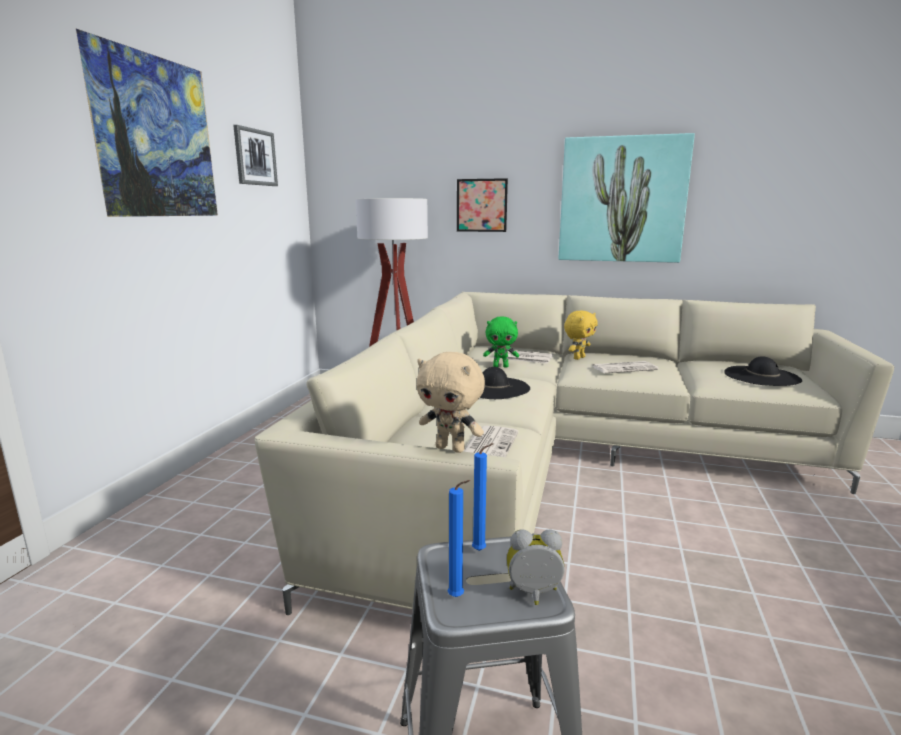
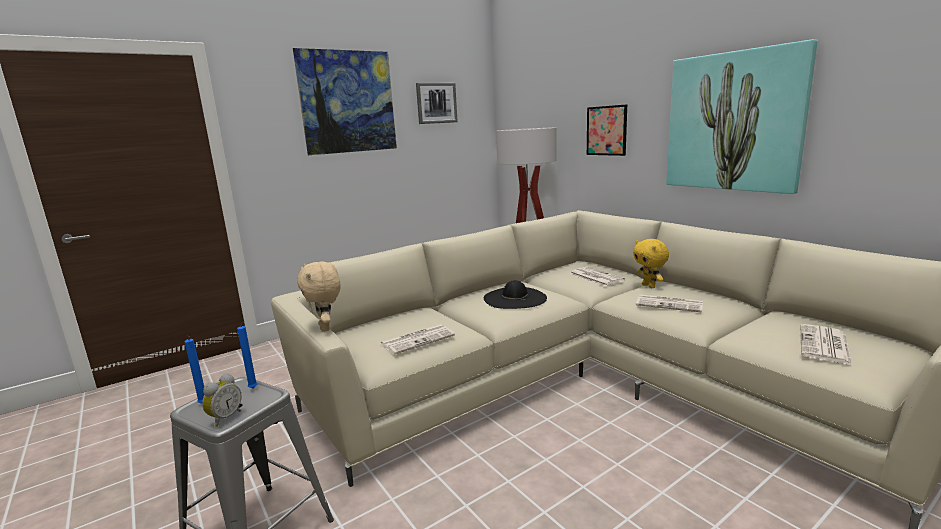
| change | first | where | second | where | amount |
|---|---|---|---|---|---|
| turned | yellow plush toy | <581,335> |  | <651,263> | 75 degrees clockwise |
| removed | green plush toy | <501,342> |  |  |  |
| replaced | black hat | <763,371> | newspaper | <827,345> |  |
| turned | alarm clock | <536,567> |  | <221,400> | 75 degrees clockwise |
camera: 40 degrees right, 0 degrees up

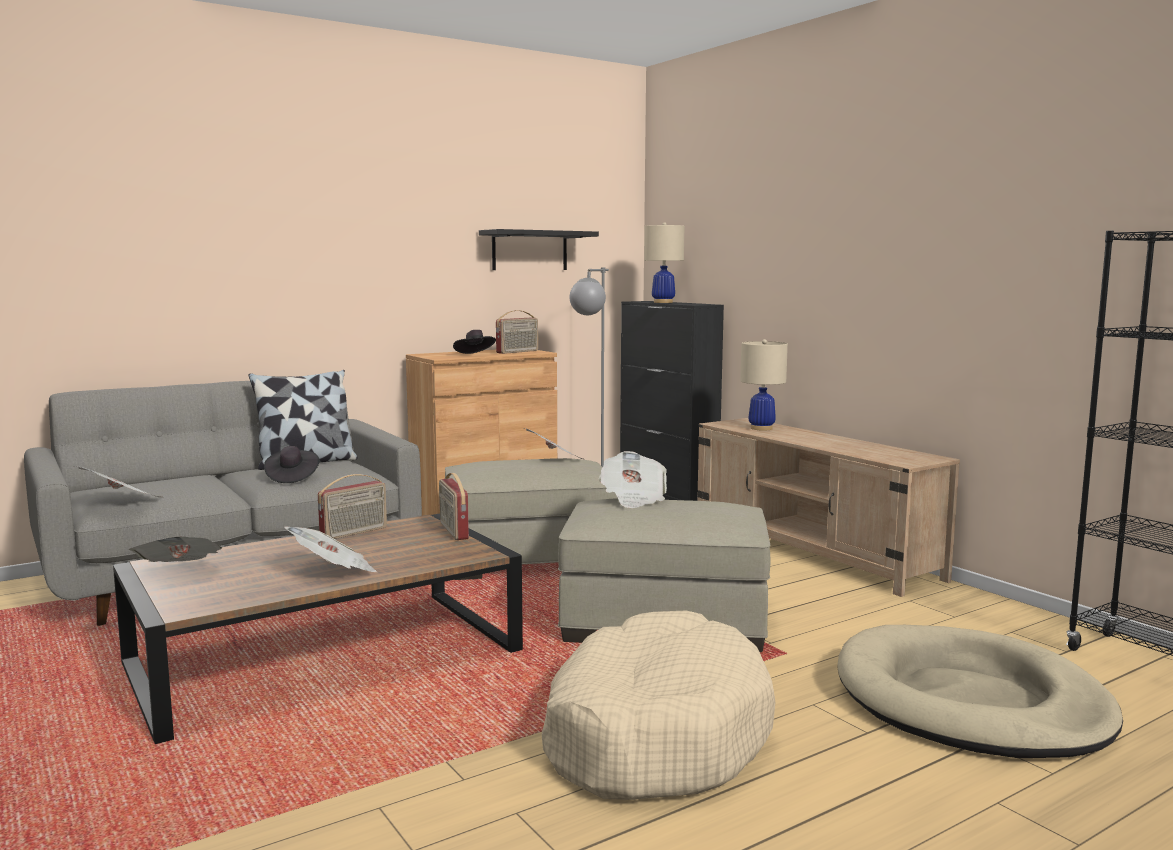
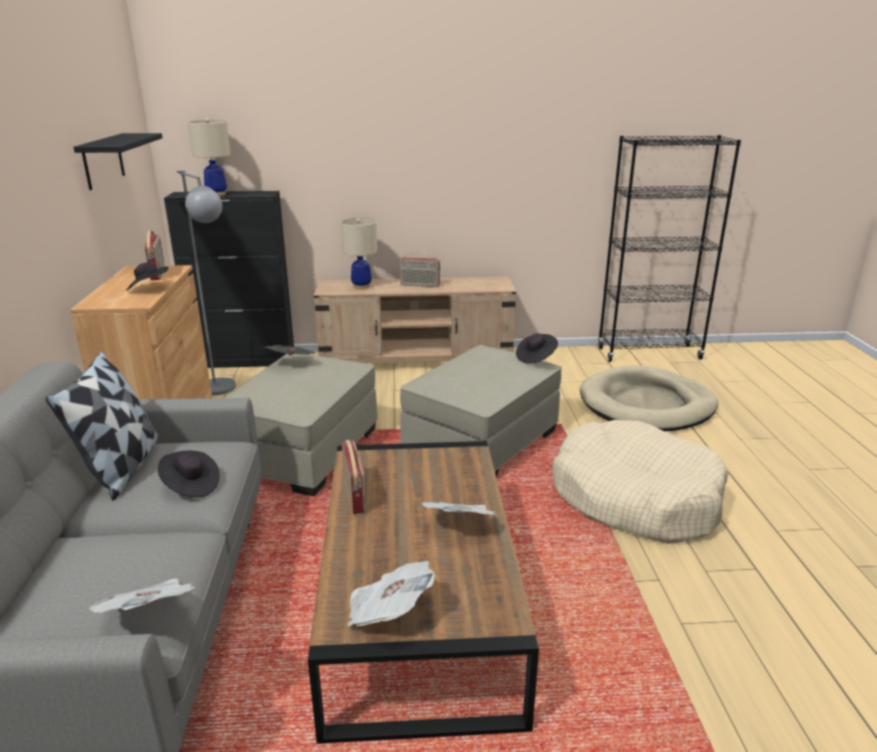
| change | first | where | second | where | amount |
|---|---|---|---|---|---|
| removed | newspaper | <633,479> |  |  |  |
| moved | radio | <454,506> |  | <420,269> |  |
| added |  |  | black hat | <537,348> |  |
camera: 60 degrees left, 15 degrees up

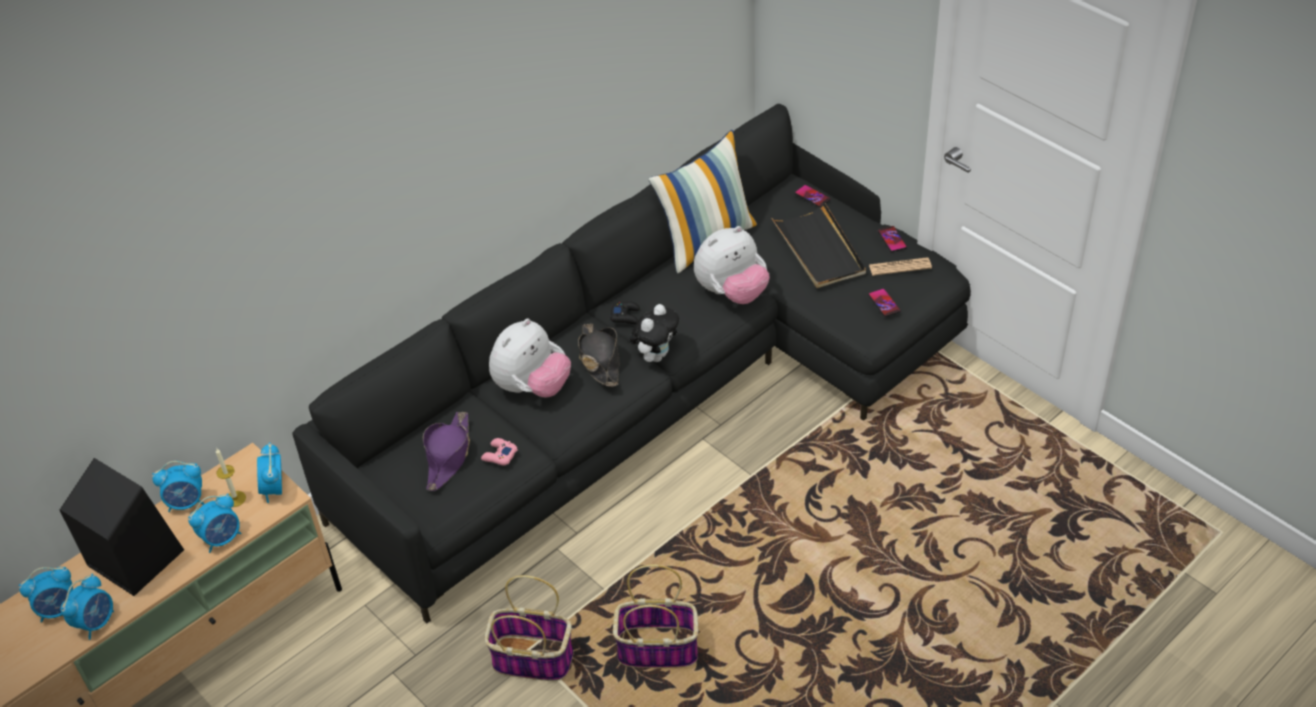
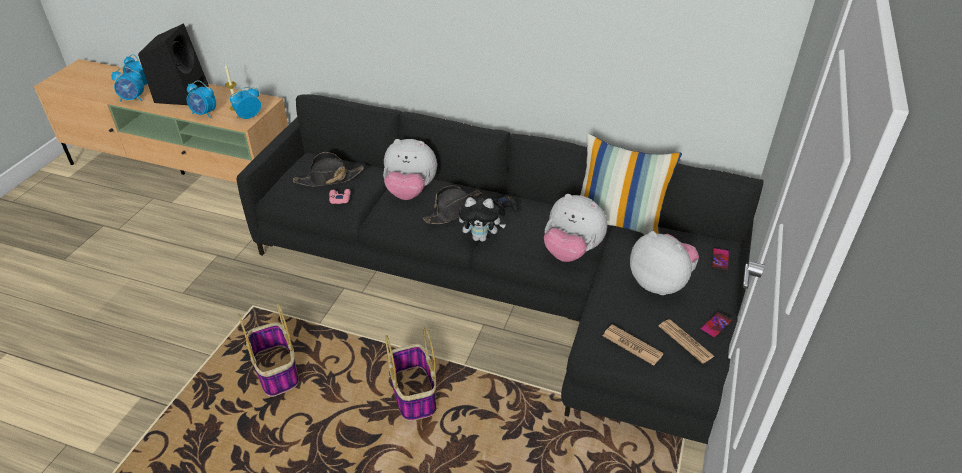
| change | first | where | second | where | amount |
|---|---|---|---|---|---|
| replaced | black tray | <818,245> | plush toy | <664,263> |  |
| replaced | phone | <884,302> | newspaper | <633,344> |  |
| recoloured | purple hat | <446,451> | black hat | <328,169> |  |
| removed | alarm clock | <178,486> |  |  |  |
| moved | basket | <529,628> |  | <410,374> |  |
camera: 60 degrees right, 5 degrees down

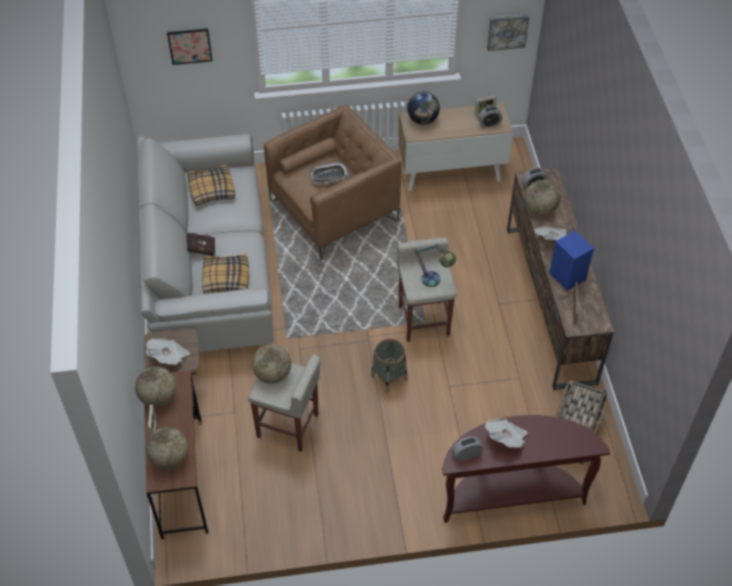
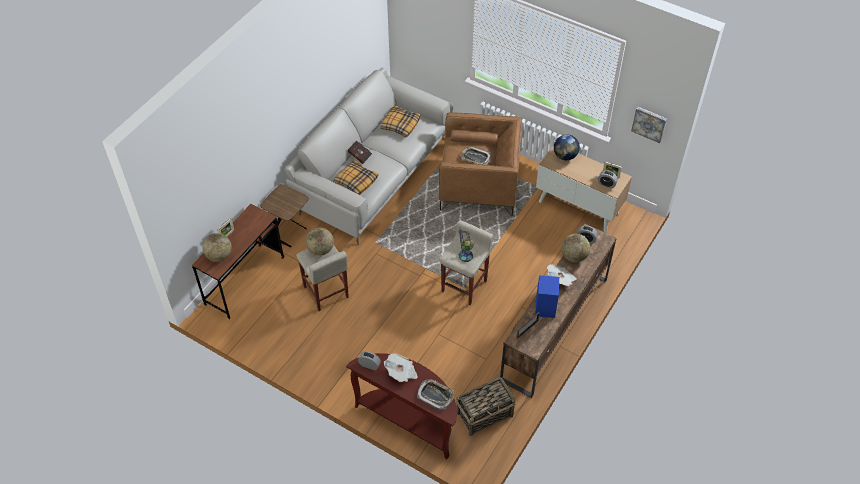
| change | first | where | second | where | amount |
|---|---|---|---|---|---|
| removed | picture | <190,46> |  |  |  |
| removed | newspaper | <167,351> |  |  |  |
| removed | basket | <389,366> |  |  |  |
| removed | globe | <155,386> |  |  |  |
| added |  |  | tray | <435,394> |  |
camera: 40 degrees right, 0 degrees up

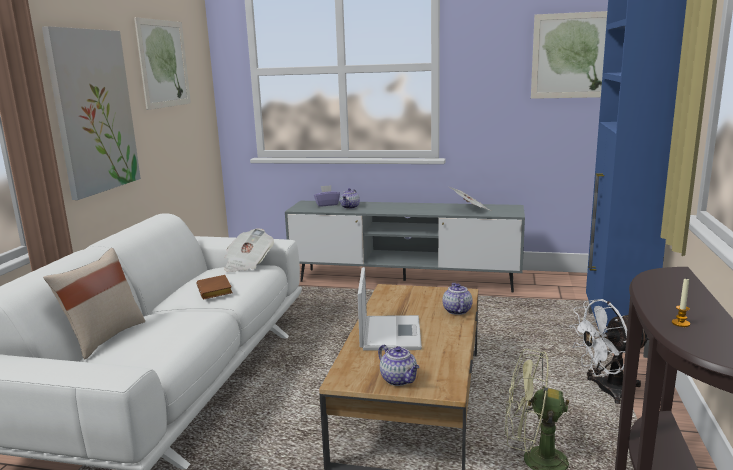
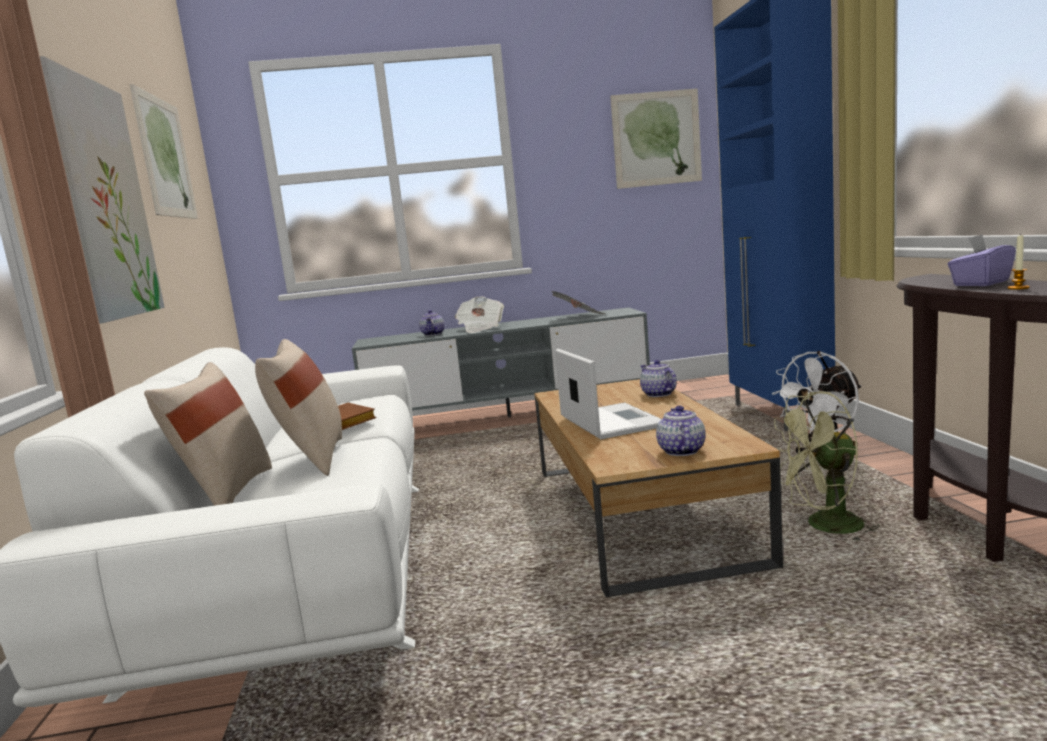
| change | first | where | second | where | amount |
|---|---|---|---|---|---|
| moved | purple tissue box | <327,196> |  | <982,260> |  |
| moved | newspaper | <249,250> |  | <479,315> |  |
| turned | teapot | <398,365> |  | <681,431> | 120 degrees counterclockwise |
| added |  |  | beige pillow | <298,407> |  |
camera: 20 degrees left, 5 degrees down

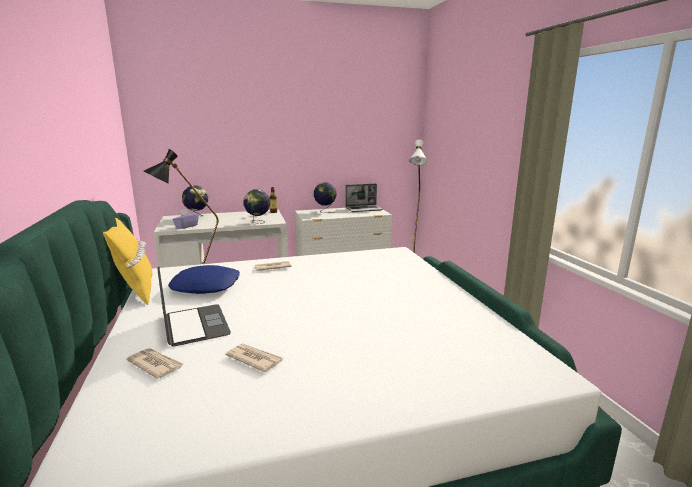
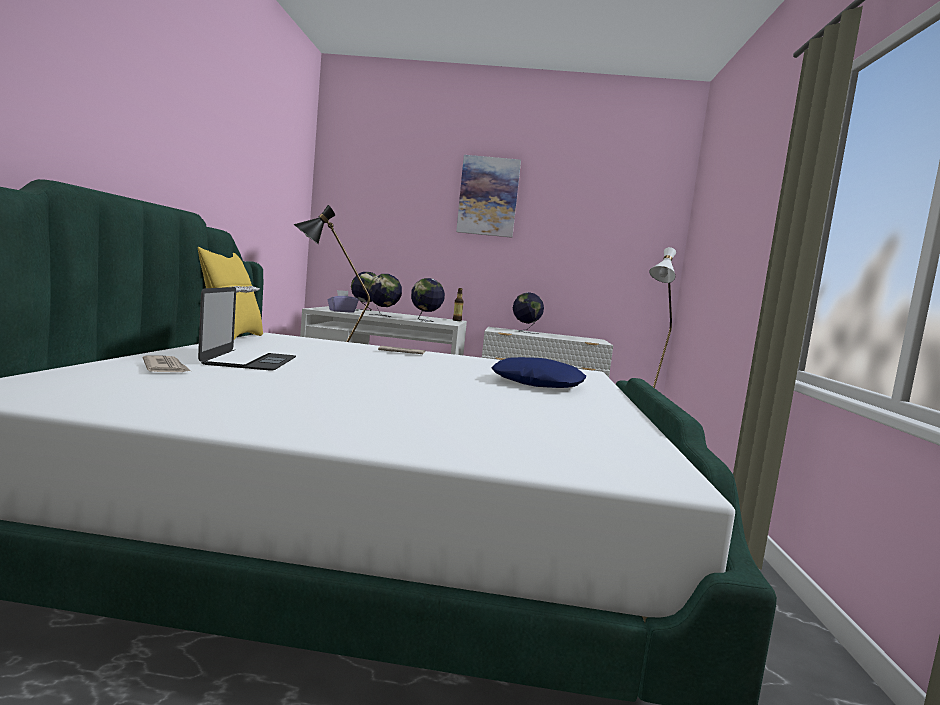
| change | first | where | second | where | amount |
|---|---|---|---|---|---|
| removed | laptop | <364,198> |  |  |  |
| moved | blue pillow | <204,279> |  | <538,372> |  |
| removed | newspaper | <254,358> |  |  |  |
| added |  |  | picture | <488,196> |  |
| added |  |  | globe | <385,295> |  |
camera: 20 degrees right, 10 degrees down

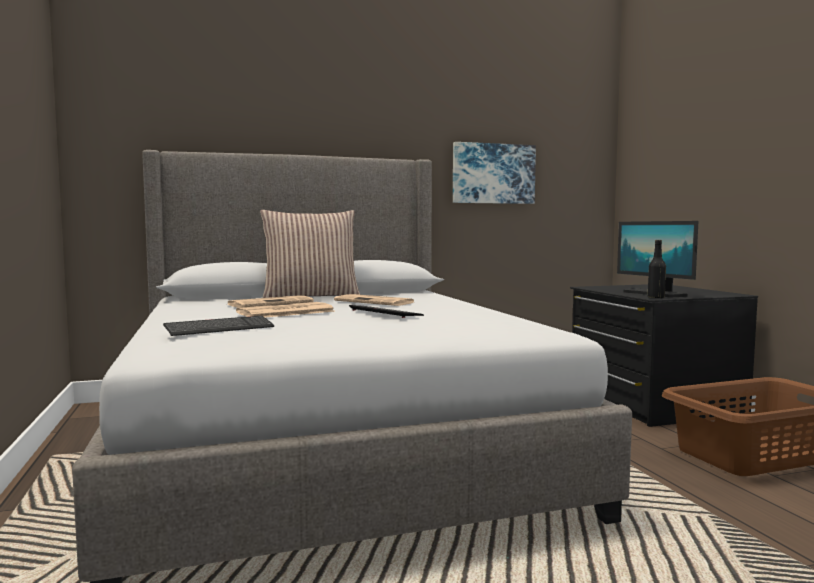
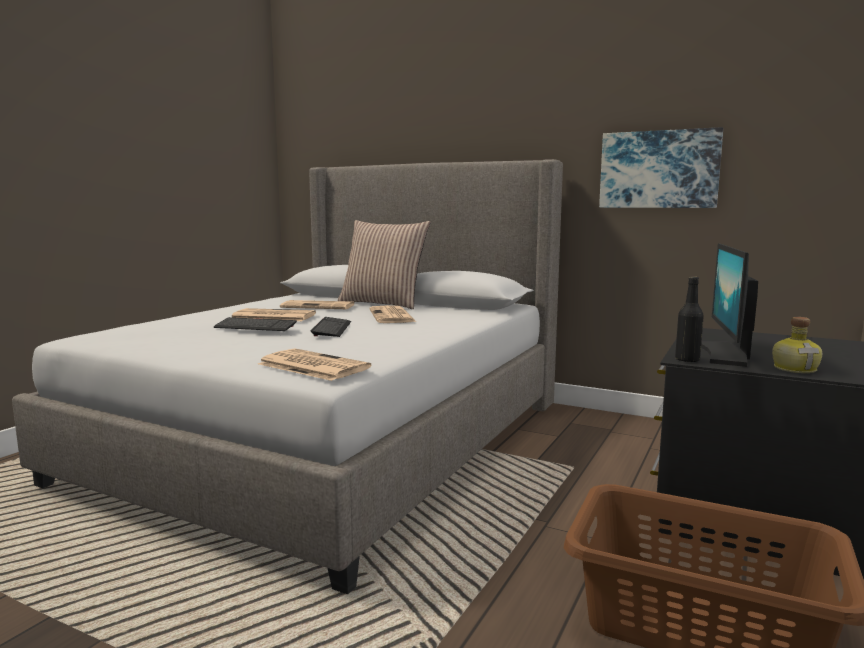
| change | first | where | second | where | amount |
|---|---|---|---|---|---|
| moved | keyboard | <218,326> |  | <255,324> |  |
| added |  |  | bottle | <797,345> |  |
| added |  |  | newspaper | <314,364> |  |
camera: 45 degrees right, 5 degrees up

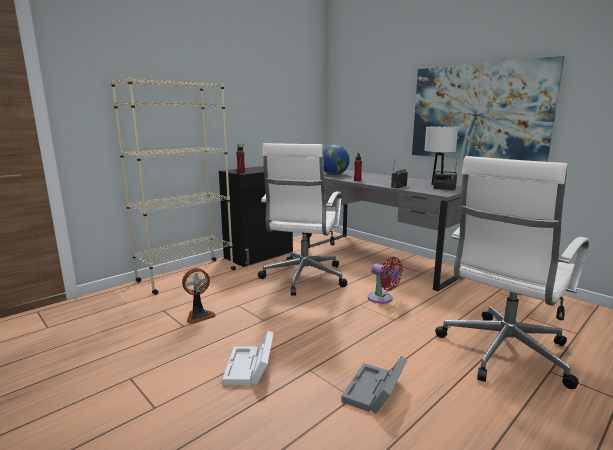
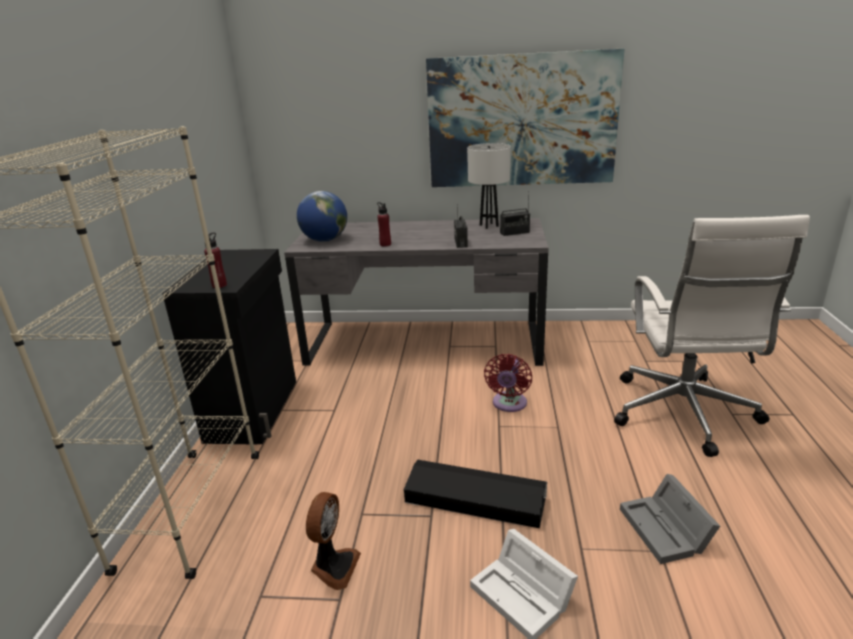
| change | first | where | second | where | amount |
|---|---|---|---|---|---|
| removed | white office chair | <302,219> |  |  |  |
| turned | red fan | <385,280> |  | <508,383> | 105 degrees clockwise |
| added |  |  | black storage box | <475,493> |  |
camera: 40 degrees left, 10 degrees up

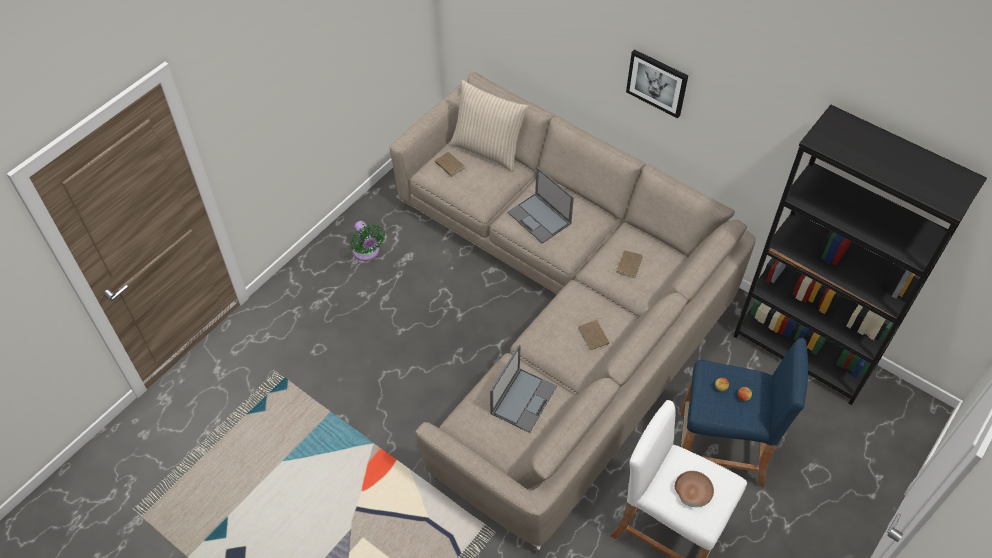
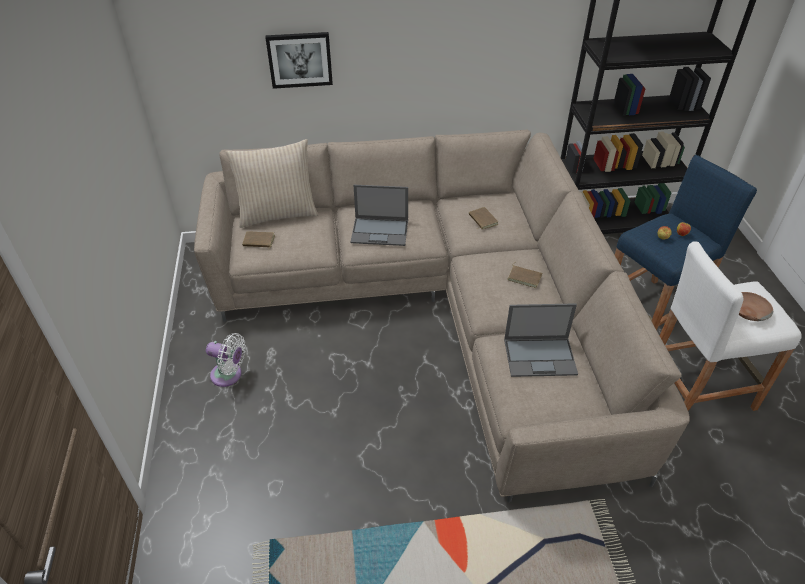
| change | first | where | second | where | amount |
|---|---|---|---|---|---|
| moved | picture | <657,83> |  | <299,60> |  |
| recoloured | green fan | <367,241> | white fan | <226,360> |  |
| turned | laptop | <523,389> |  | <541,340> | 105 degrees clockwise |
camera: 45 degrees left, 10 degrees down

